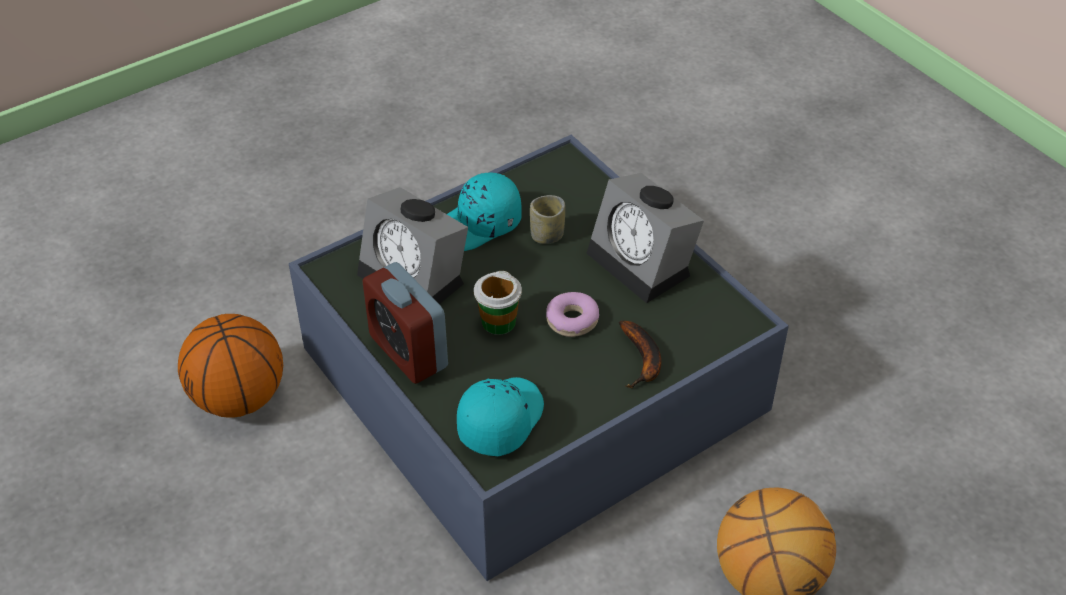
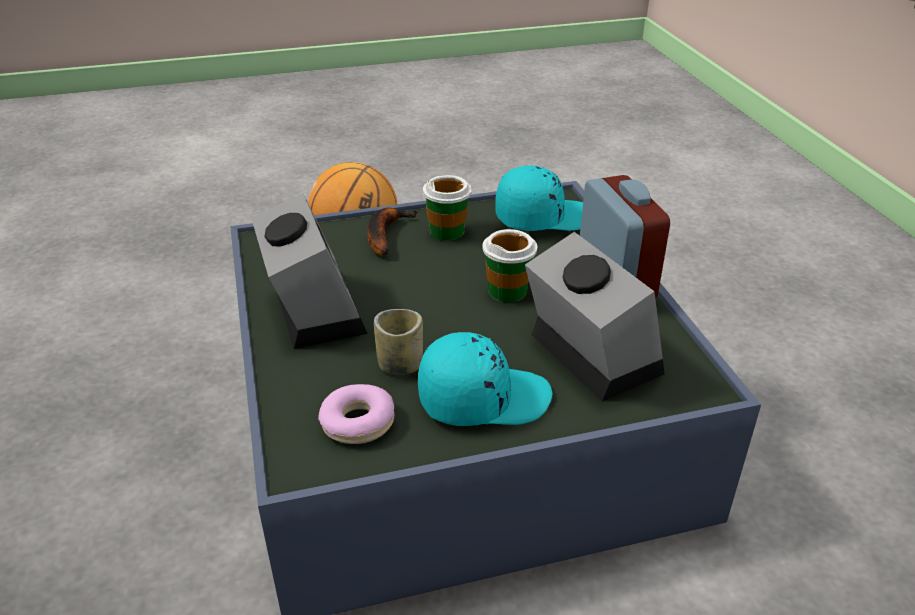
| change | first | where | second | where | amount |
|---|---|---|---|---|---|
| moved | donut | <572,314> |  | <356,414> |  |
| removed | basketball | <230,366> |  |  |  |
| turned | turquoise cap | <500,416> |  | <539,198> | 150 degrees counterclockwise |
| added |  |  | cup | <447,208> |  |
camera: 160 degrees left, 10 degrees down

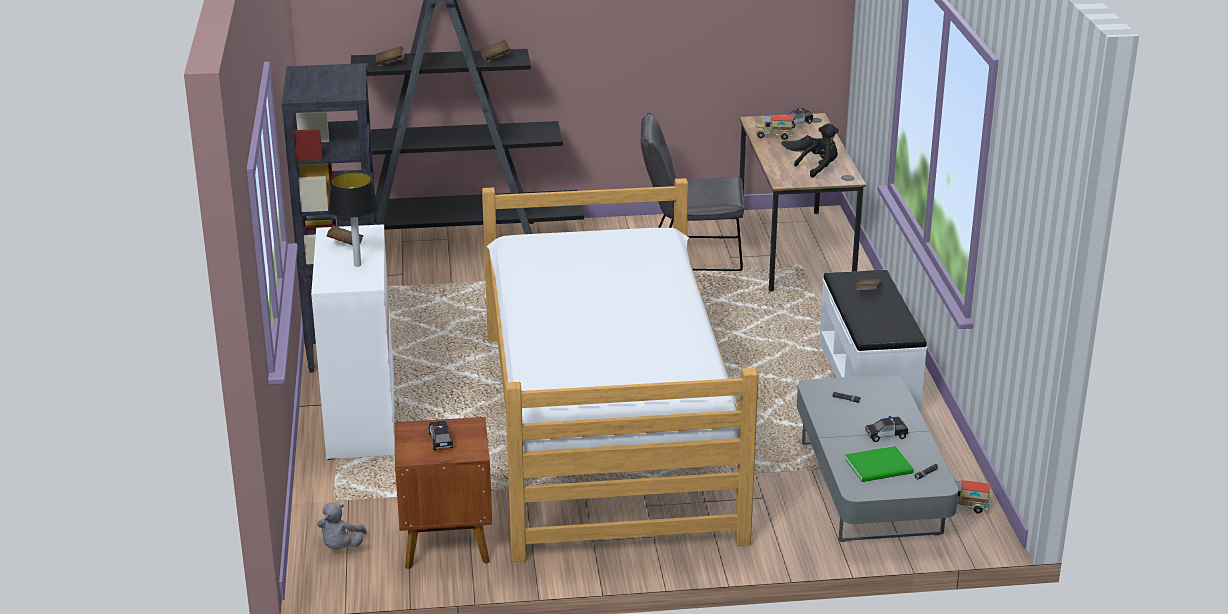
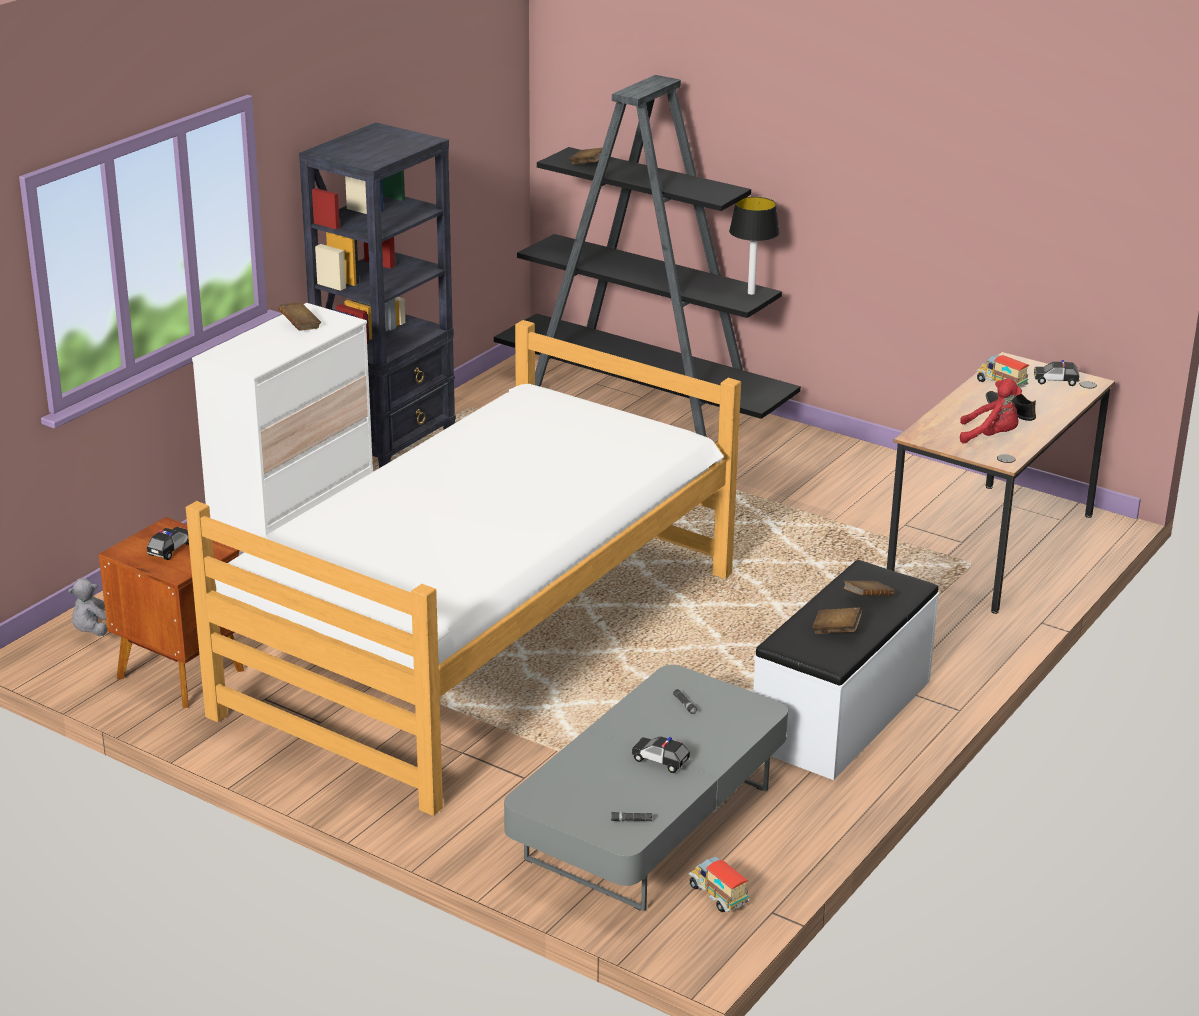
| change | first | where | second | where | amount |
|---|---|---|---|---|---|
| moved | brown book | <495,51> |  | <837,620> |  |
| removed | grey chair | <692,192> |  |  |  |
| recoloured | black plush toy | <816,150> | red plush toy | <991,411> |  |
| moved | table lamp | <353,219> |  | <754,246> |  |
| removed | green book | <879,464> |  |  |  |
camera: 40 degrees right, 0 degrees up

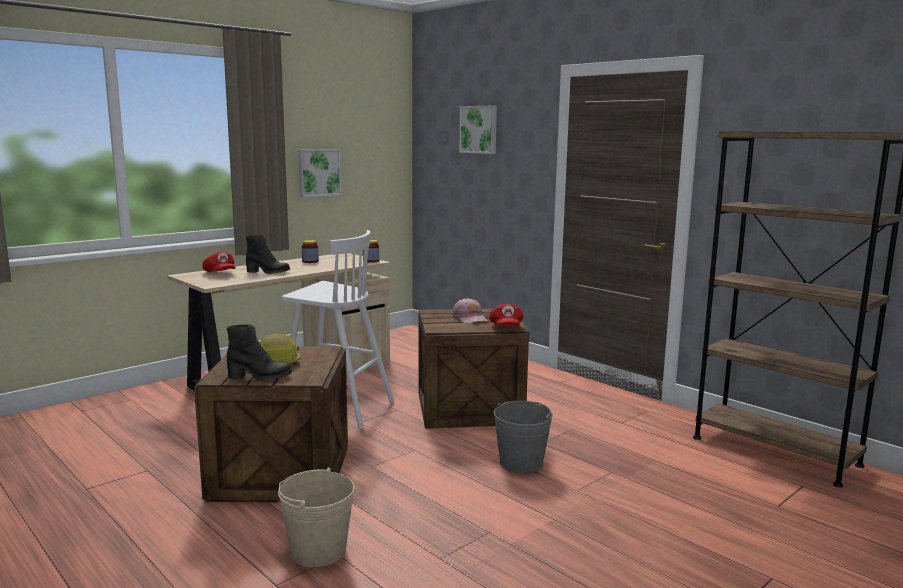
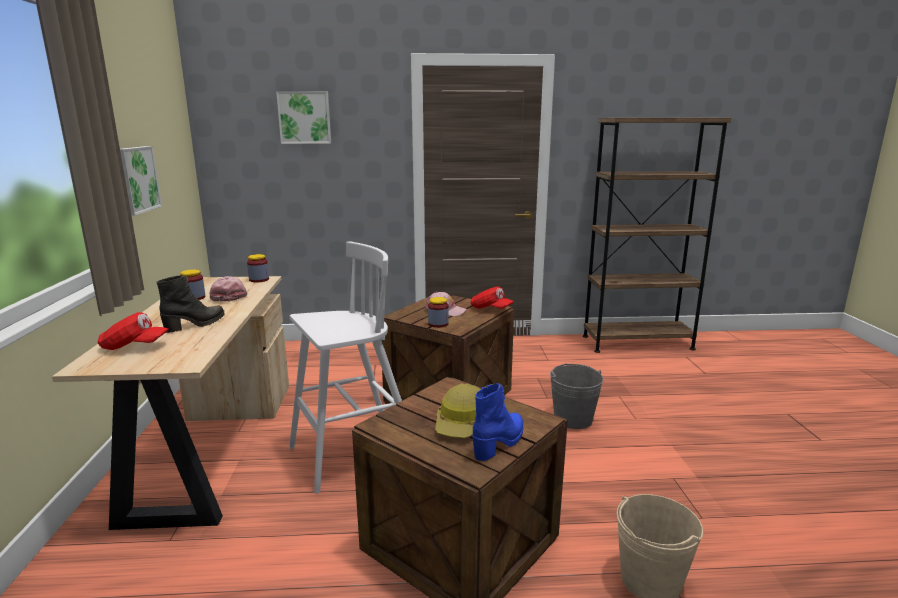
| change | first | where | second | where | amount |
|---|---|---|---|---|---|
| recoloured | black boot | <259,352> | blue boot | <498,422> |  |
| added |  |  | pink cap | <228,289> |  |
| added |  |  | jar | <438,312> |  |
camera: 50 degrees left, 5 degrees up

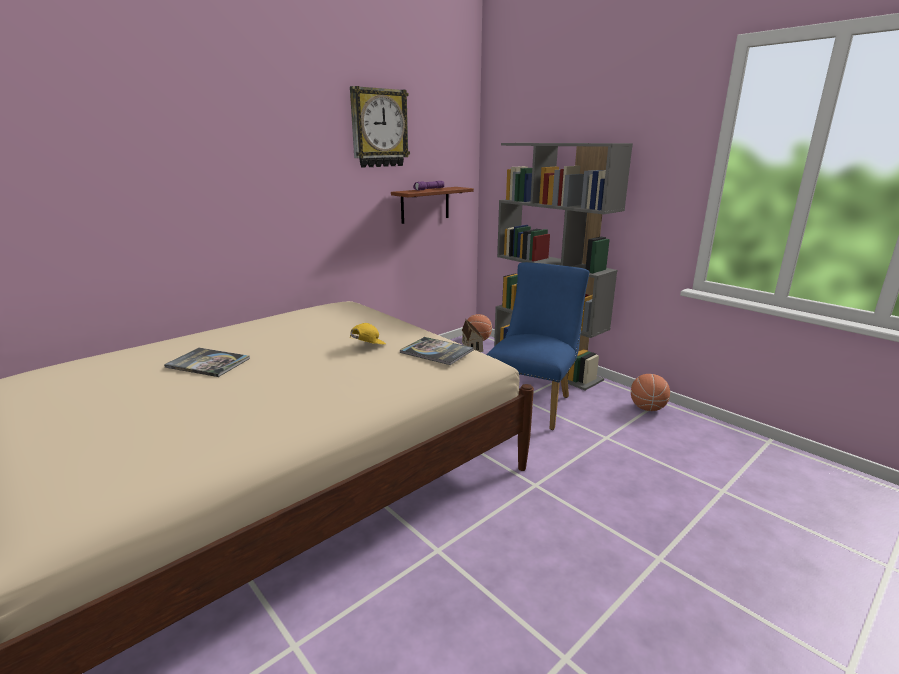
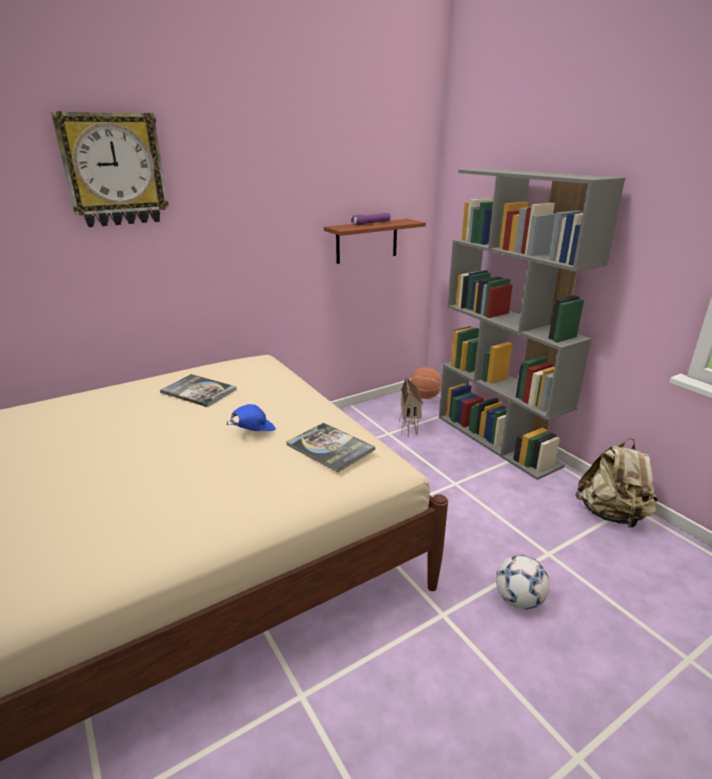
| change | first | where | second | where | amount |
|---|---|---|---|---|---|
| moved | wall clock | <380,127> |  | <110,169> |  |
| removed | blue chair | <538,346> |  |  |  |
| recoloured | yellow cap | <367,334> | blue cap | <251,417> |  |
| moved | book | <207,362> |  | <198,390> |  |
| replaced | basketball | <650,392> | beige backpack | <617,482> |  |
| added |  |  | football | <523,582> |  |
camera: 10 degrees right, 5 degrees up

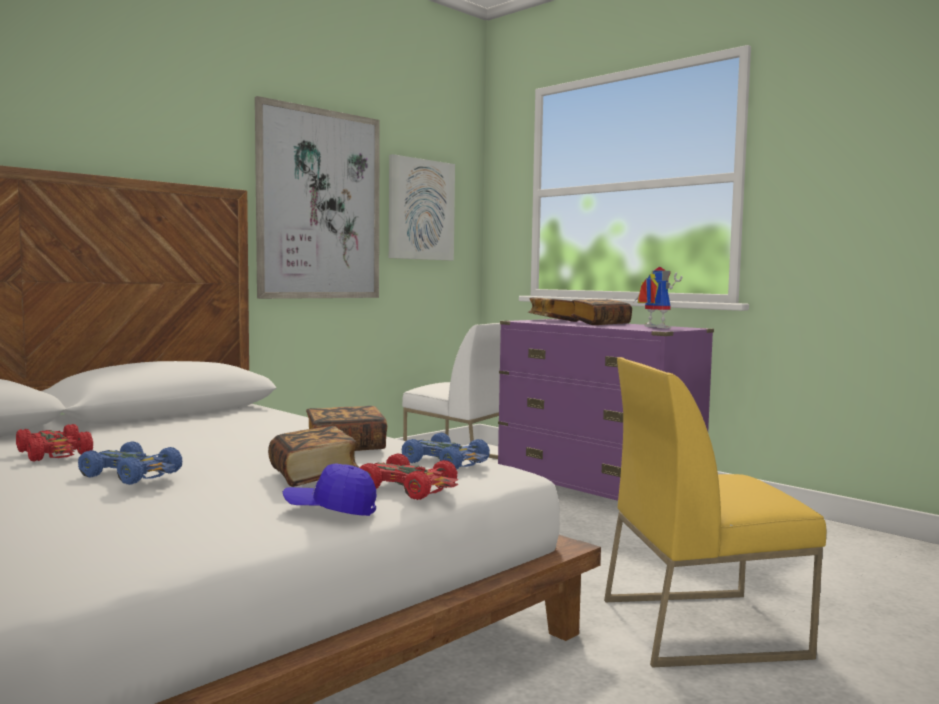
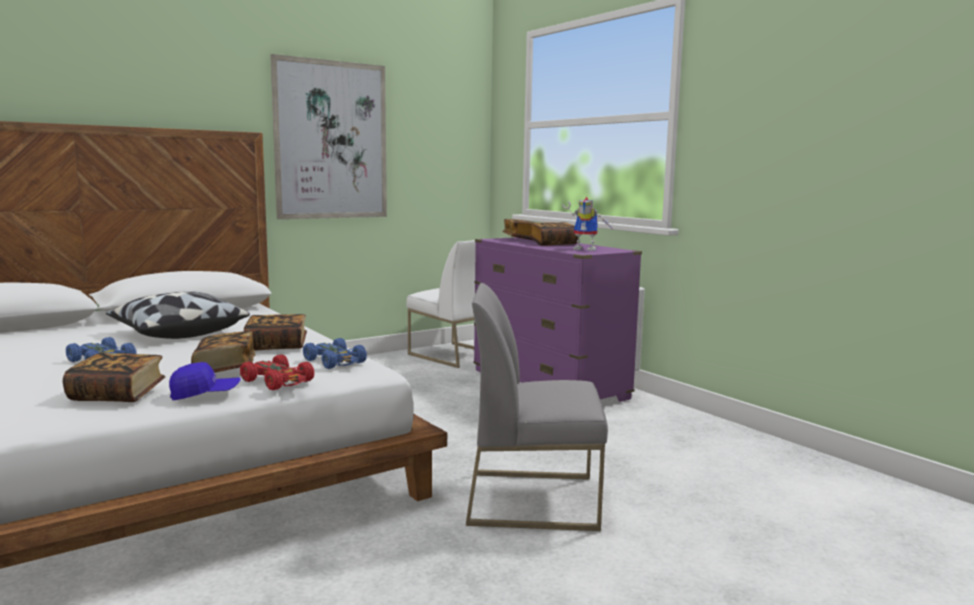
| change | first | where | second | where | amount |
|---|---|---|---|---|---|
| removed | picture | <422,207> |  |  |  |
| turned | toy robot | <658,298> |  | <587,224> | 135 degrees clockwise |
| recoloured | yellow chair | <715,512> | grey chair | <537,407> |  |
| removed | red toy car | <54,443> |  |  |  |
| turned | blue cap | <329,489> |  | <205,381> | 150 degrees clockwise |
| added |  |  | pillow | <178,315> |  |
| added |  |  | book | <114,377> |  |
camera: 10 degrees right, 5 degrees up

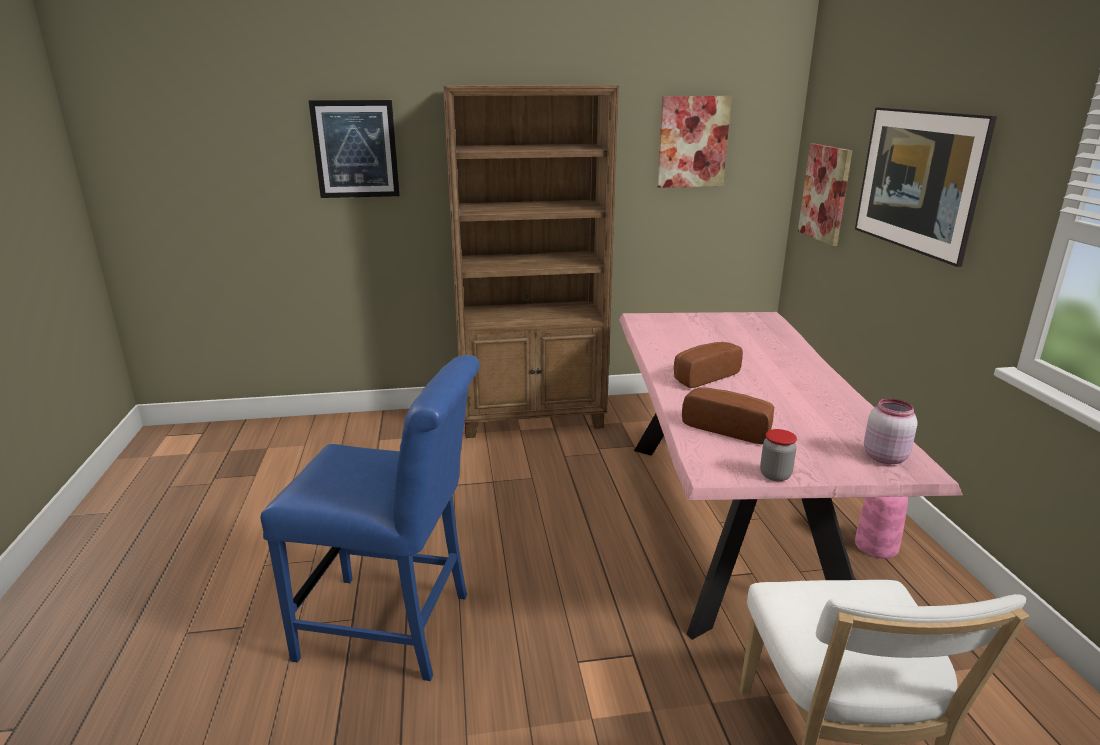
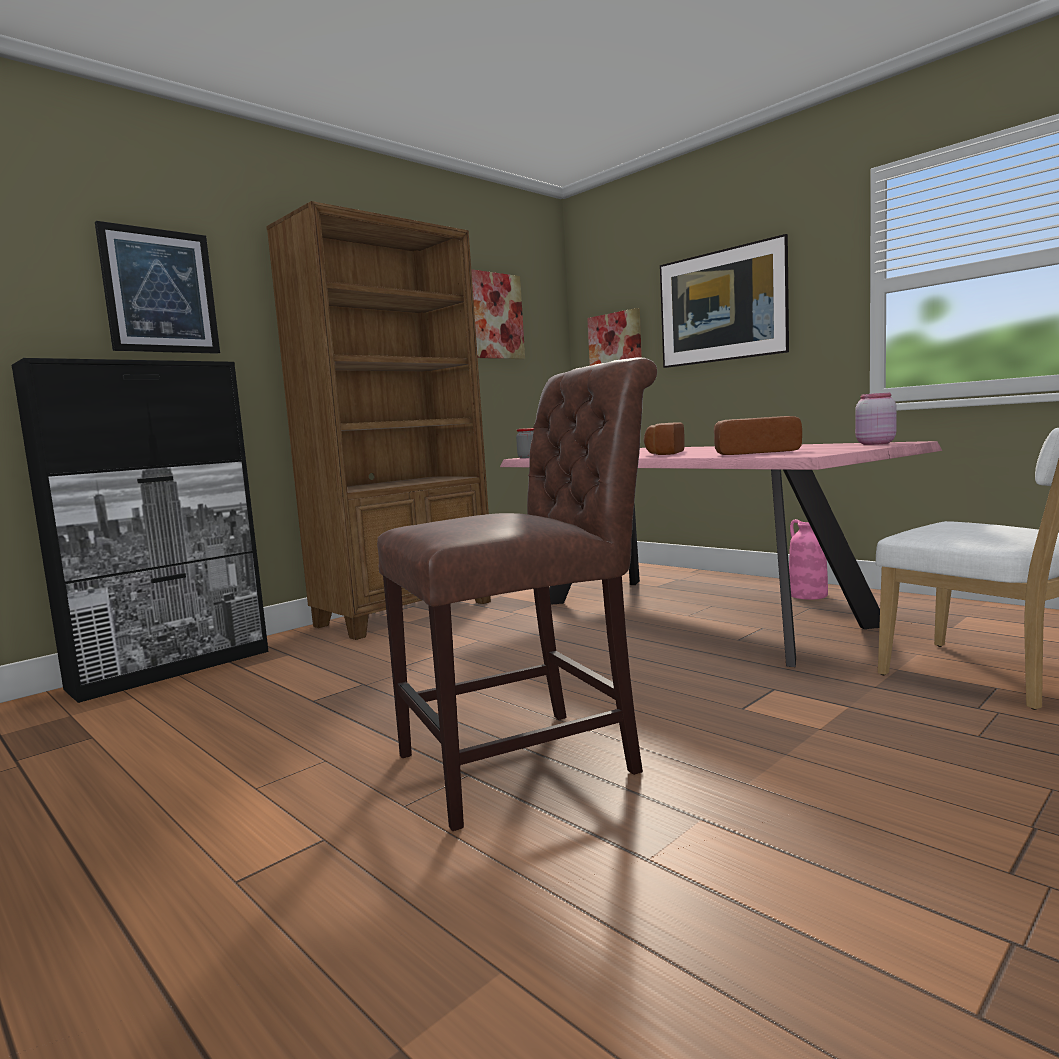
| change | first | where | second | where | amount |
|---|---|---|---|---|---|
| recoloured | blue chair | <370,518> | brown chair | <517,594> |  |
| moved | jar | <778,455> |  | <525,443> |  |
| added |  |  | black cabinet | <140,530> |  |
camera: 35 degrees left, 15 degrees down

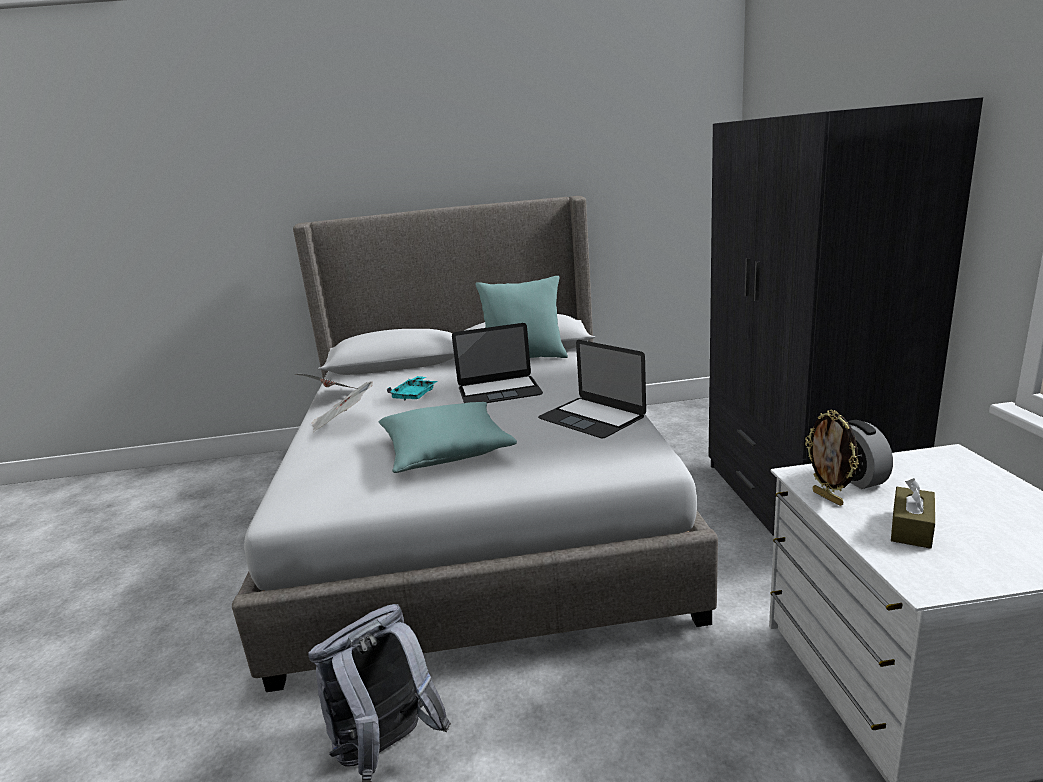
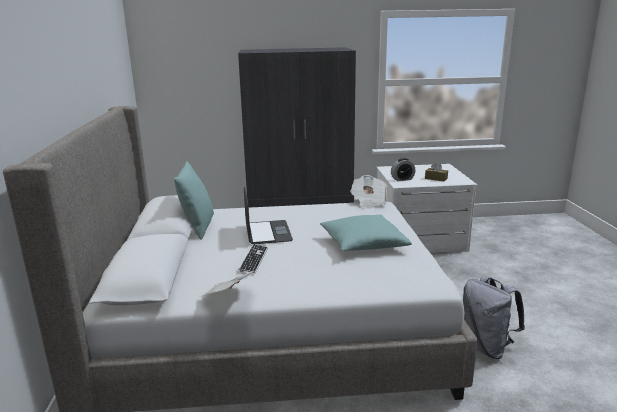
| change | first | where | second | where | amount |
|---|---|---|---|---|---|
| removed | laptop | <592,389> |  |  |  |
| replaced | turquoise tray | <412,388> | keyboard | <253,258> |  |
| moved | newspaper | <342,406> |  | <369,192> |  |
| removed | picture frame | <832,458> |  |  |  |
camera: 90 degrees left, 0 degrees up

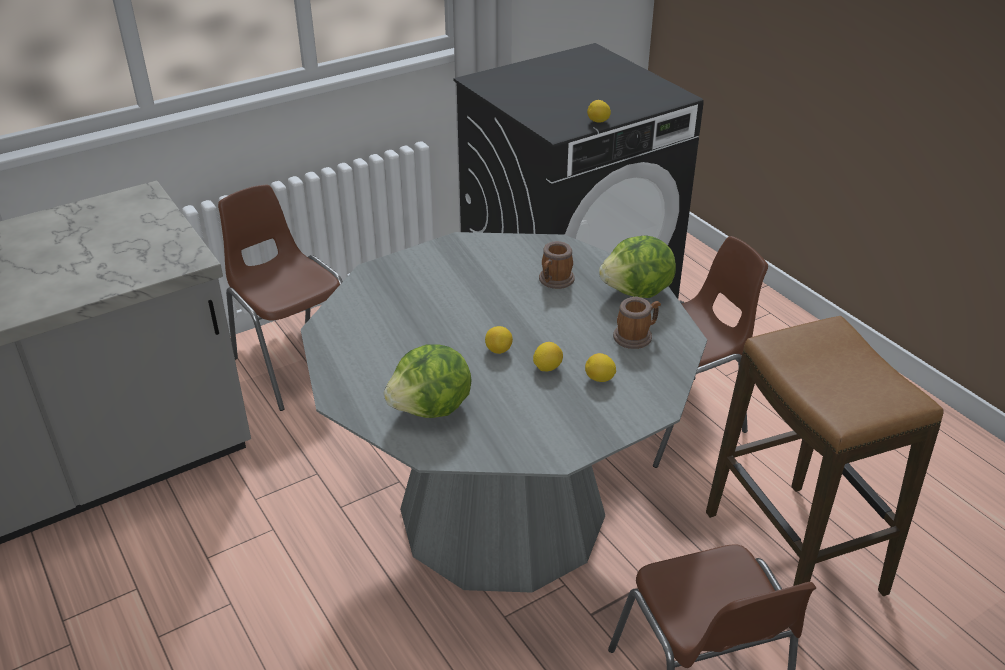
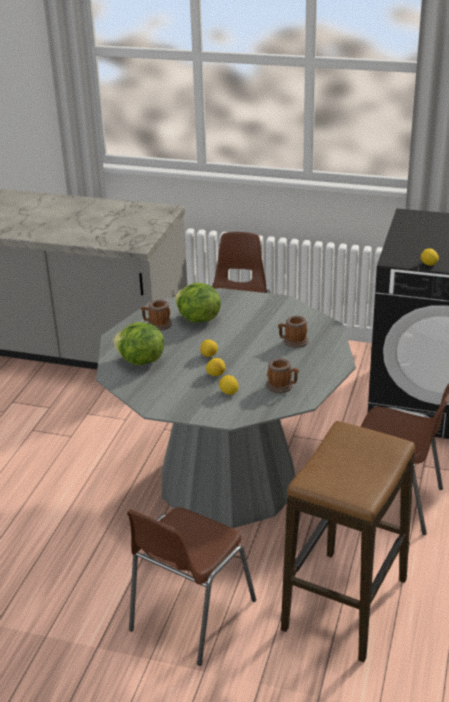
| change | first | where | second | where | amount |
|---|---|---|---|---|---|
| moved | lettuce | <637,266> |  | <198,302> |  |
| added |  |  | mug | <156,315> |  |
camera: 50 degrees right, 5 degrees down

